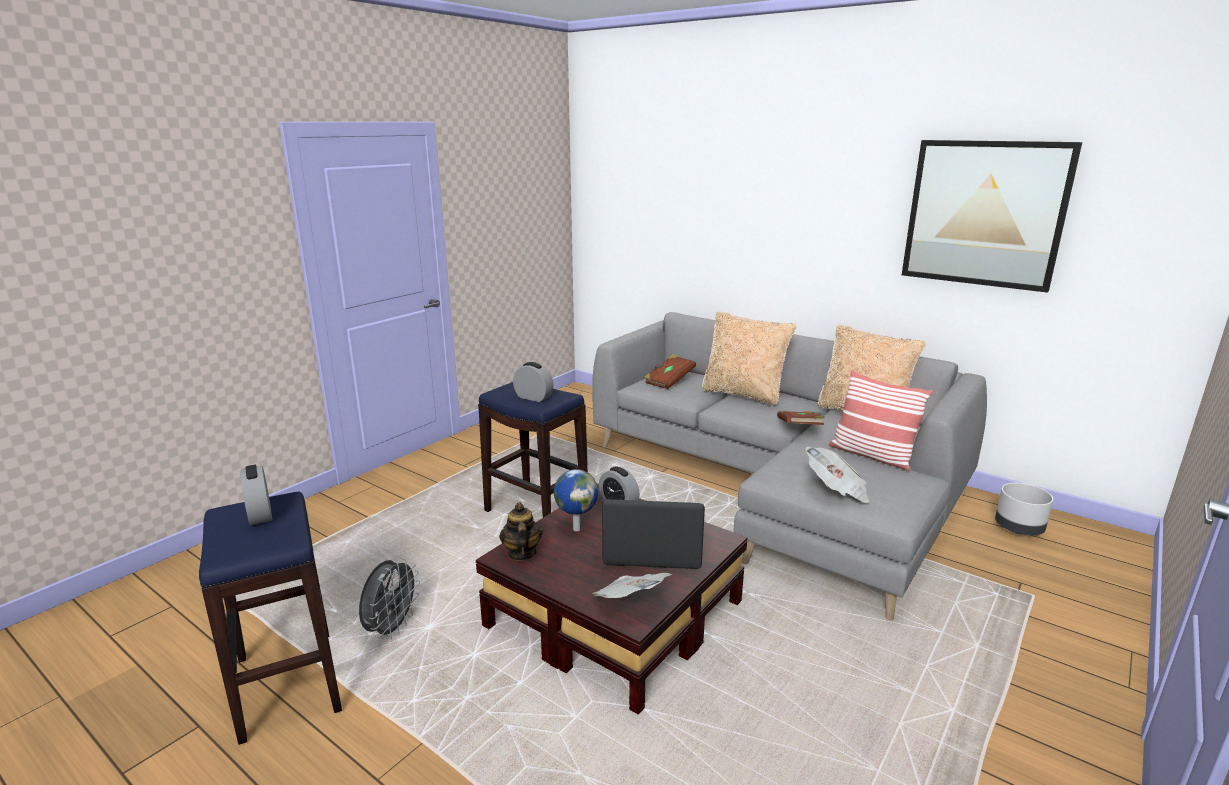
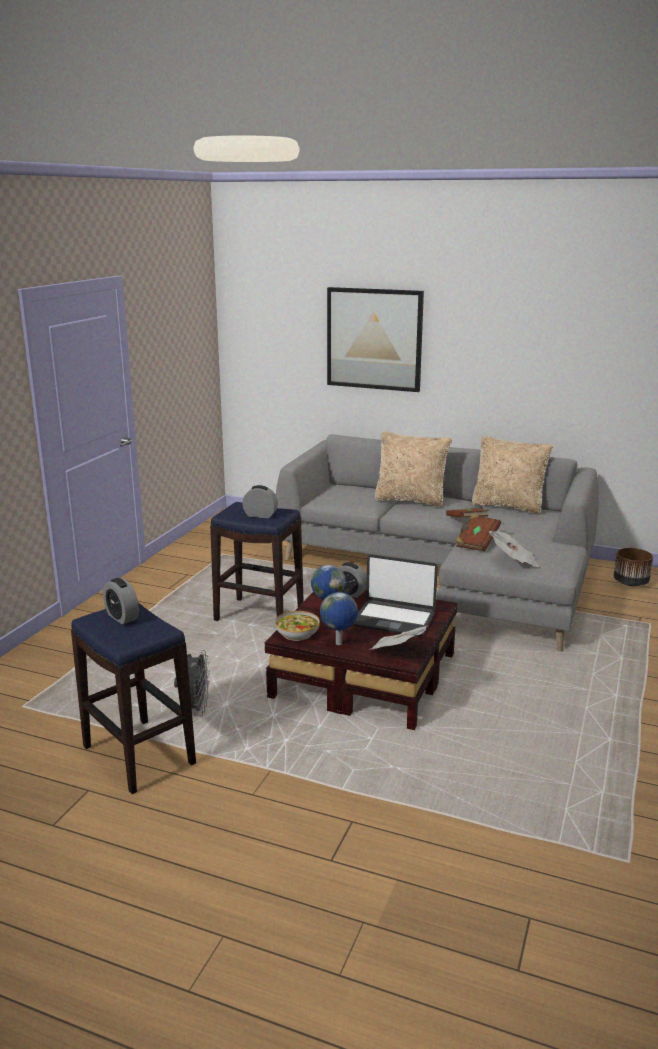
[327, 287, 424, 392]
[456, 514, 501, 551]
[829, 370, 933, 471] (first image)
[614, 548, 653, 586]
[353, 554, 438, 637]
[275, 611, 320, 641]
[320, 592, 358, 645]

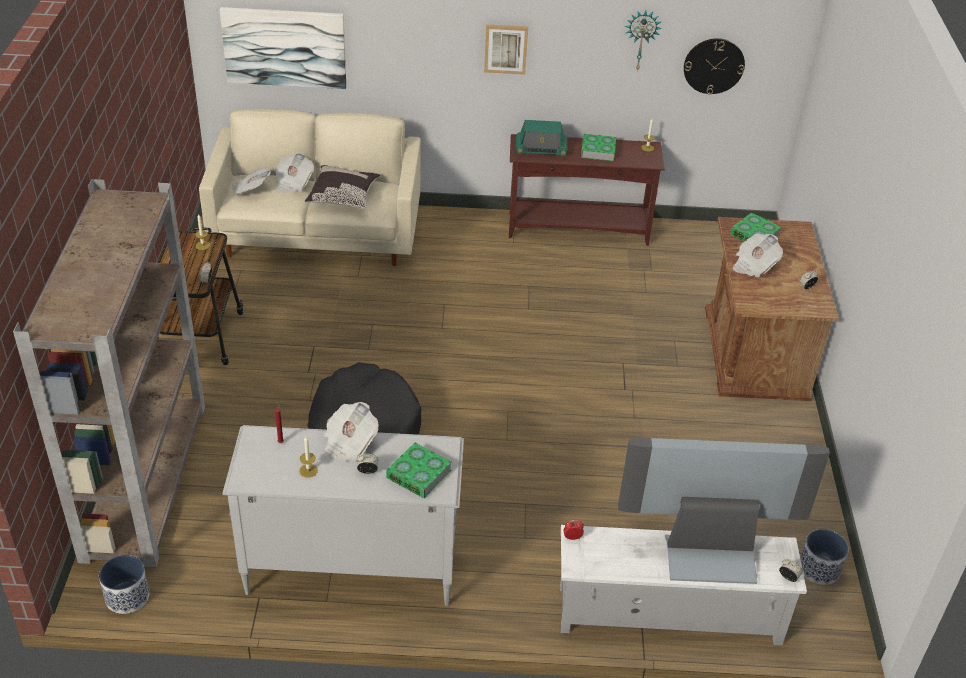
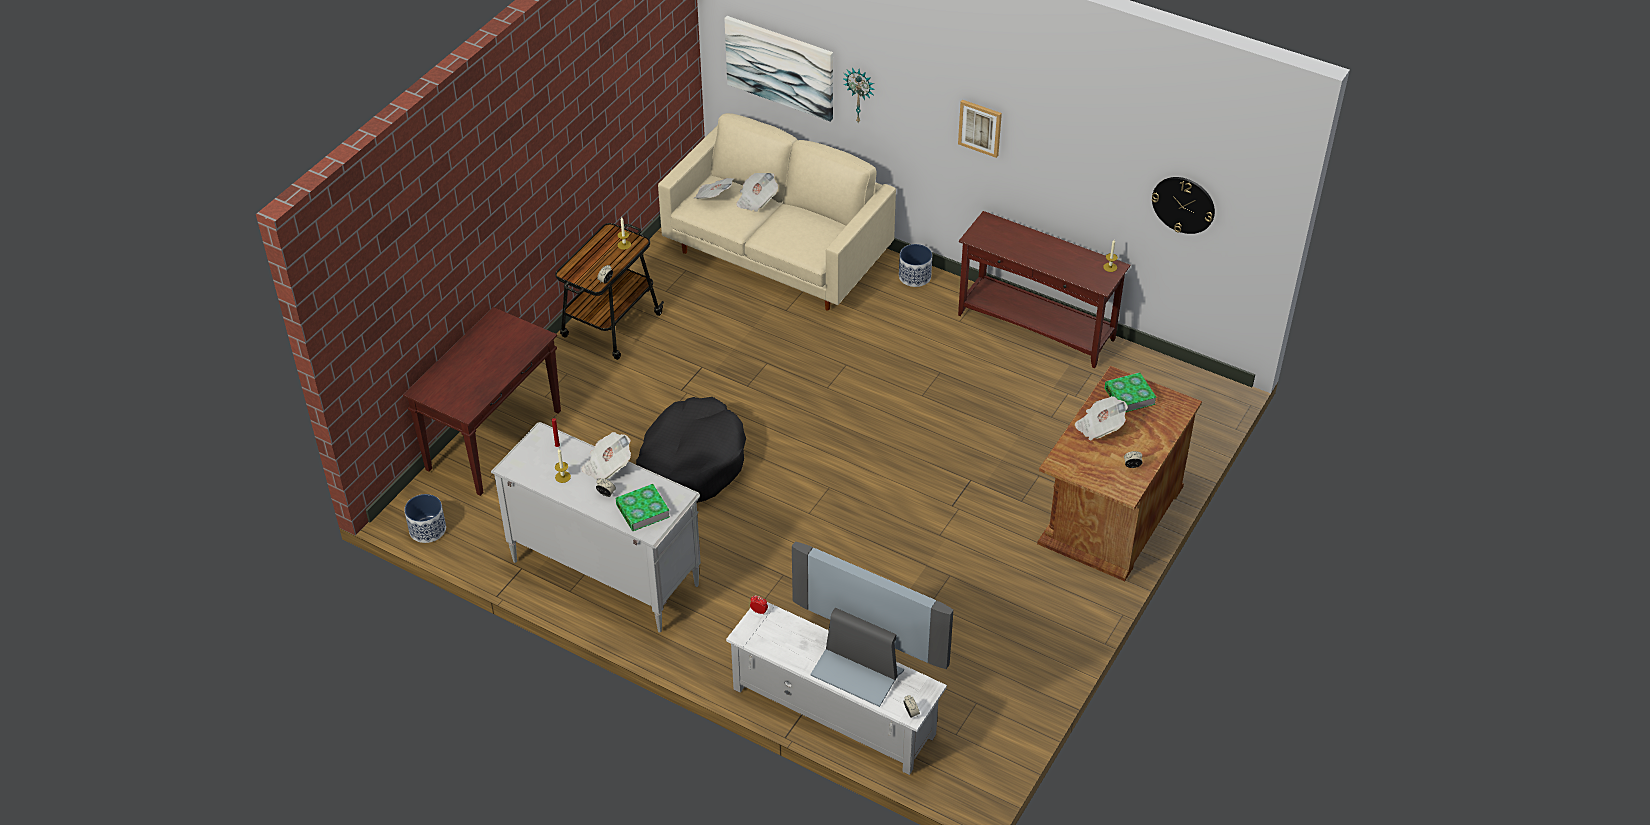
[842, 67, 875, 122]
[515, 120, 568, 157] (first image)
[581, 134, 616, 161] (first image)
[305, 165, 380, 209] (first image)
[403, 307, 561, 496]
[899, 244, 932, 287]

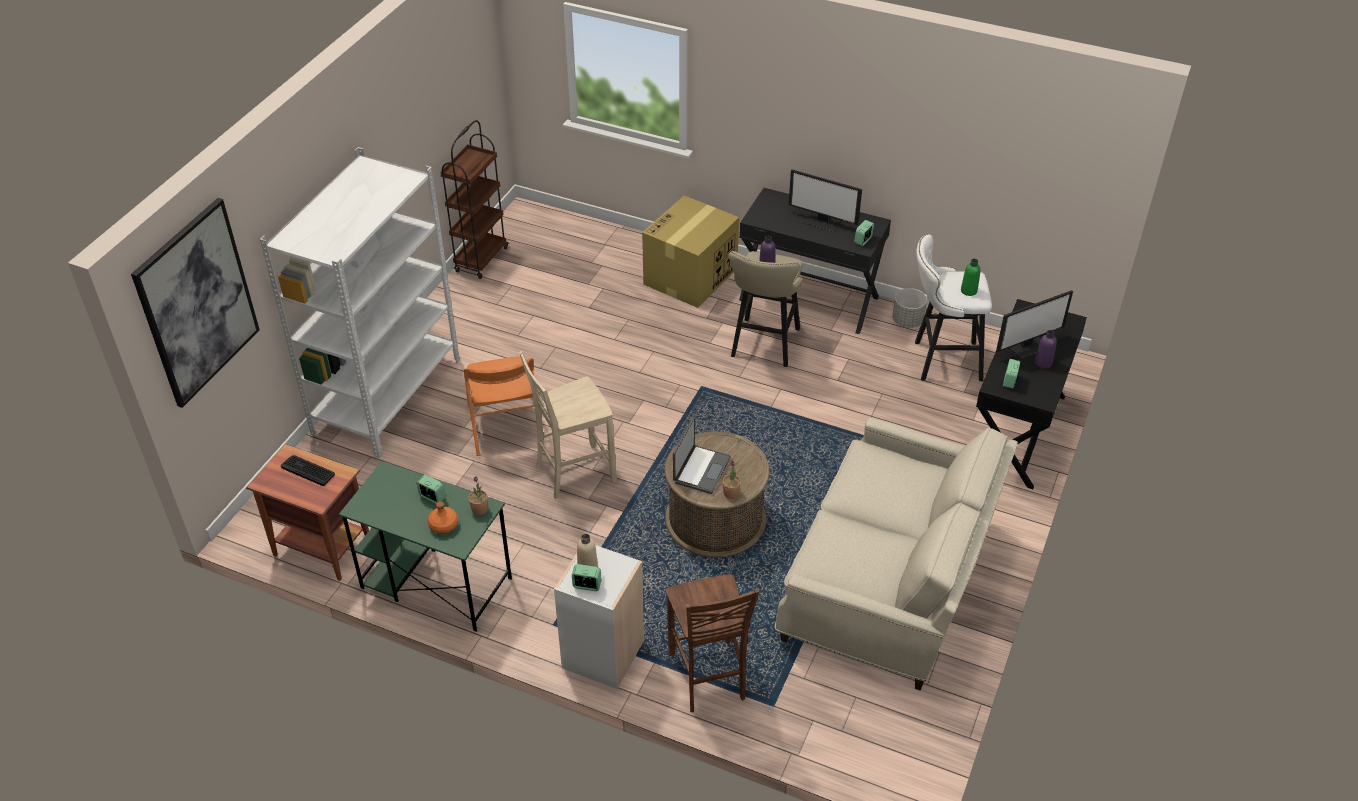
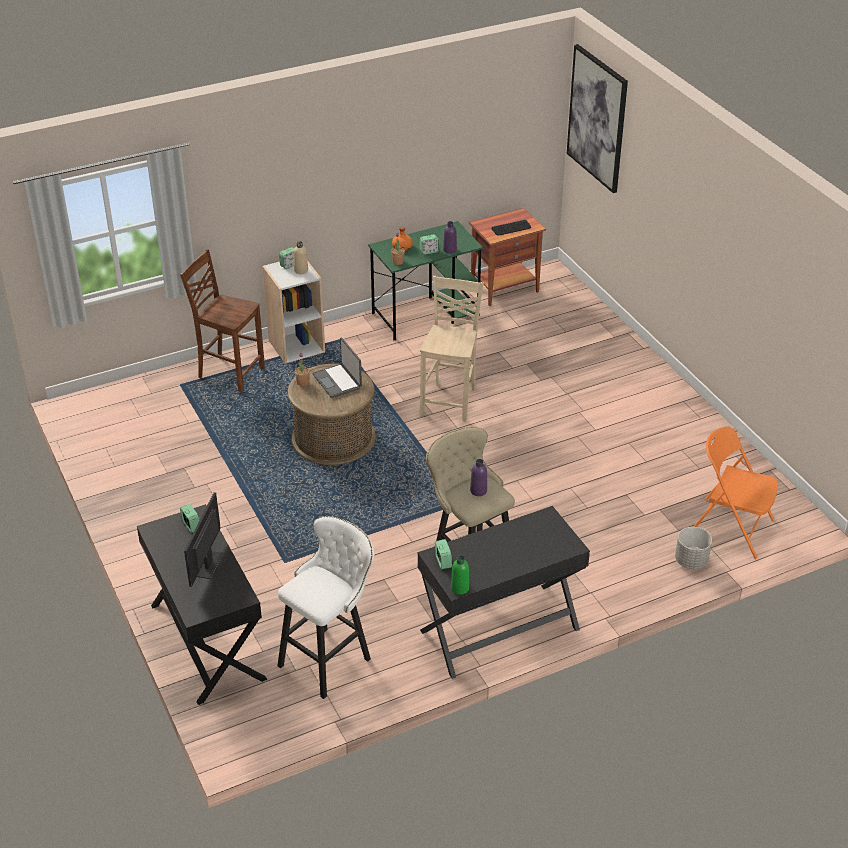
[440, 120, 509, 279] (first image)
[260, 147, 460, 458] (first image)
[789, 169, 862, 232] (first image)
[642, 195, 739, 308] (first image)
[451, 555, 469, 595]
[675, 527, 712, 569]
[443, 221, 457, 253]
[693, 427, 778, 559]
[775, 418, 1018, 690] (first image)

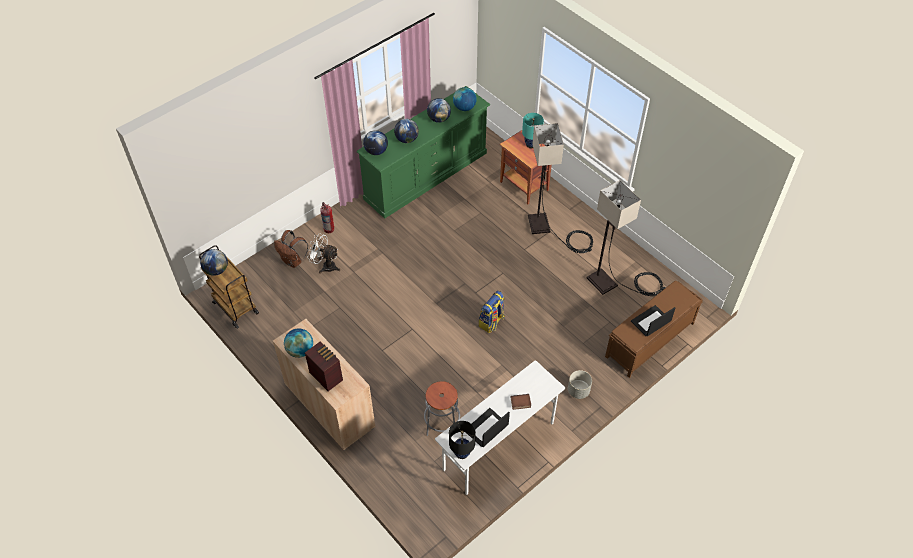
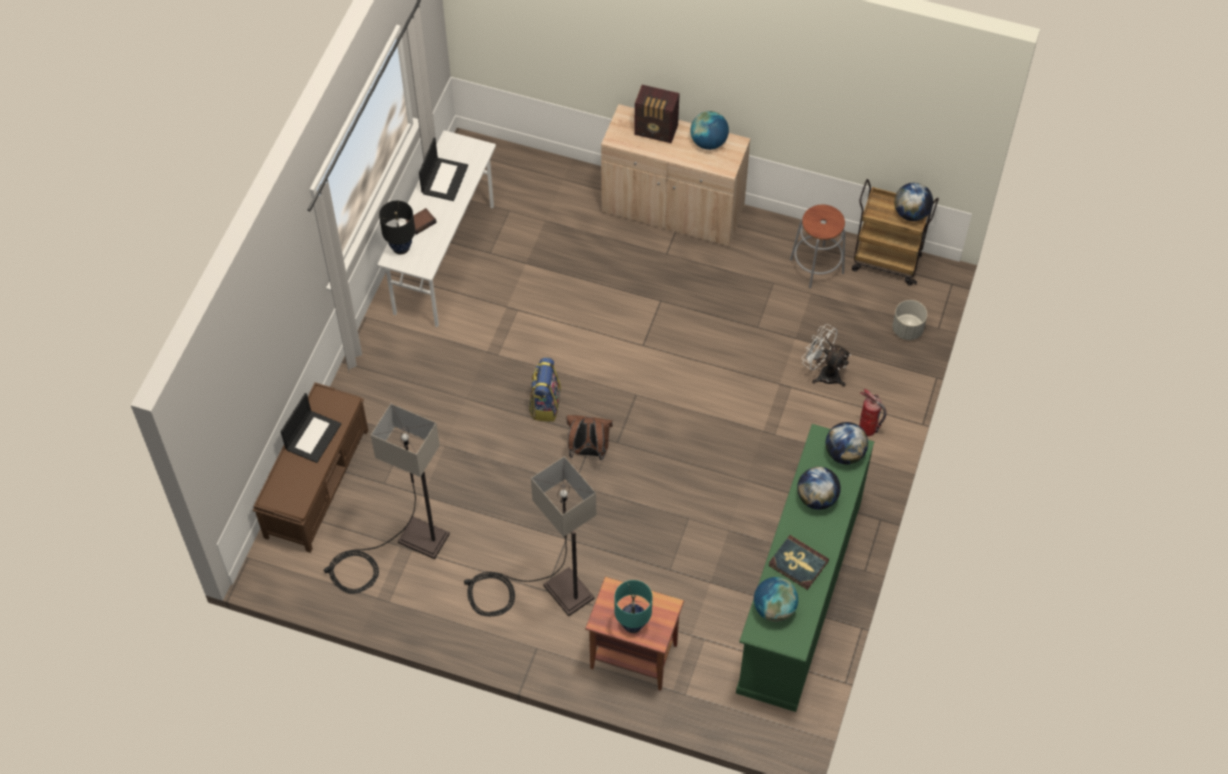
[768, 535, 829, 590]
[566, 415, 613, 460]
[802, 324, 851, 387]
[892, 300, 927, 340]
[790, 205, 845, 288]
[379, 201, 415, 255]

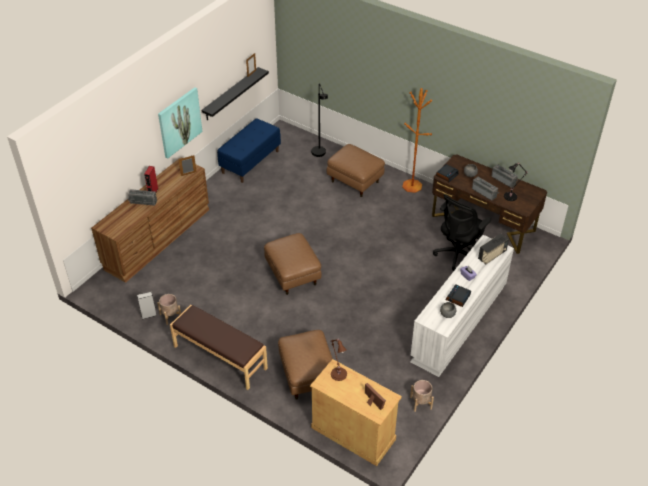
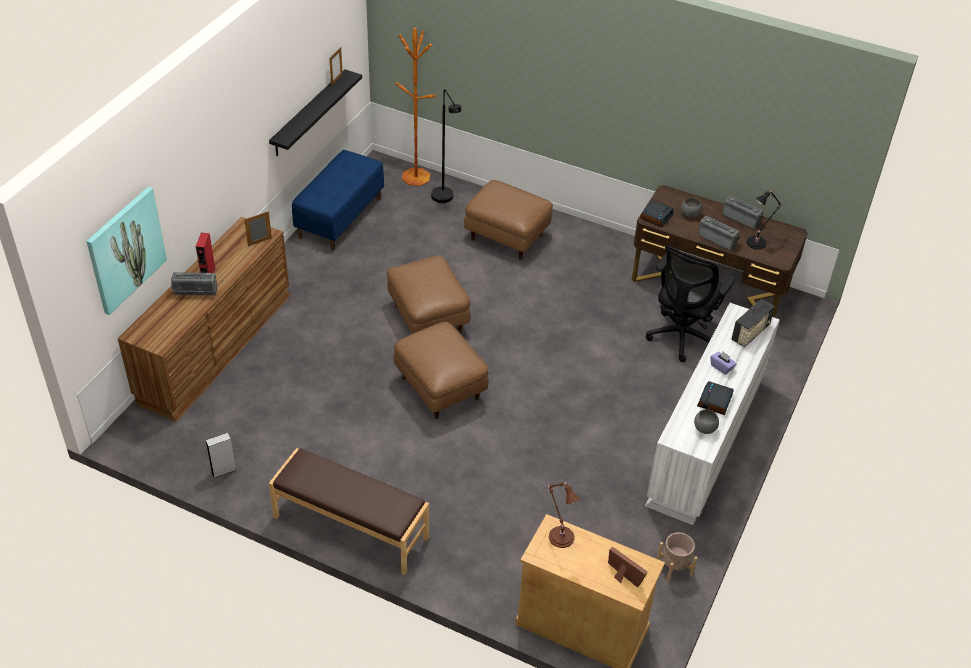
[86, 187, 167, 315]
[395, 27, 436, 186]
[158, 294, 181, 325] (first image)
[387, 256, 470, 334]

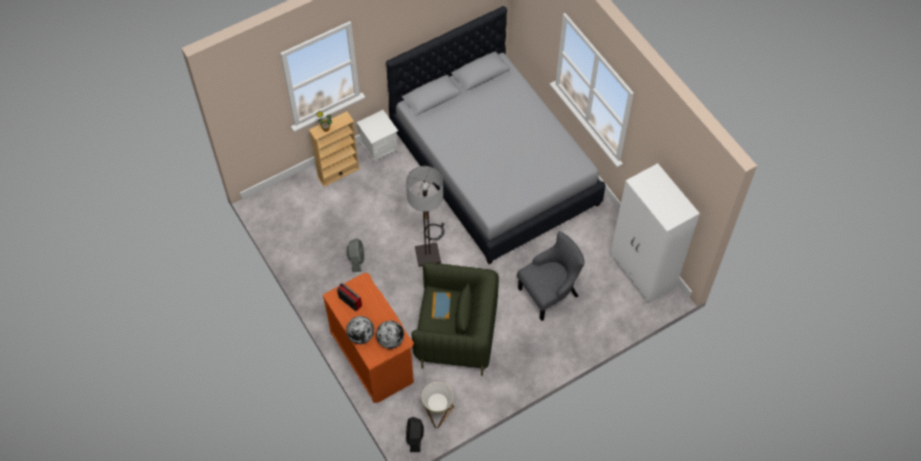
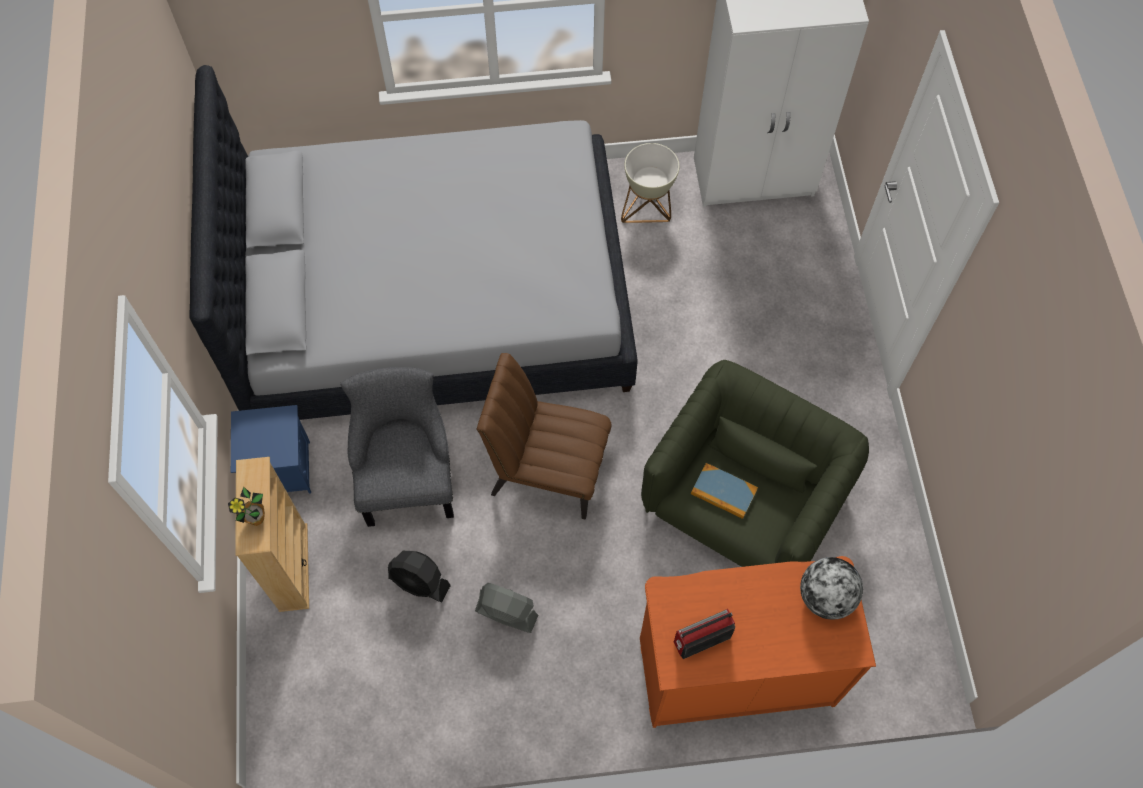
[231, 405, 311, 494]
[476, 353, 611, 520]
[340, 367, 454, 527]
[346, 316, 374, 344] (first image)
[621, 143, 679, 223]
[388, 551, 451, 602]

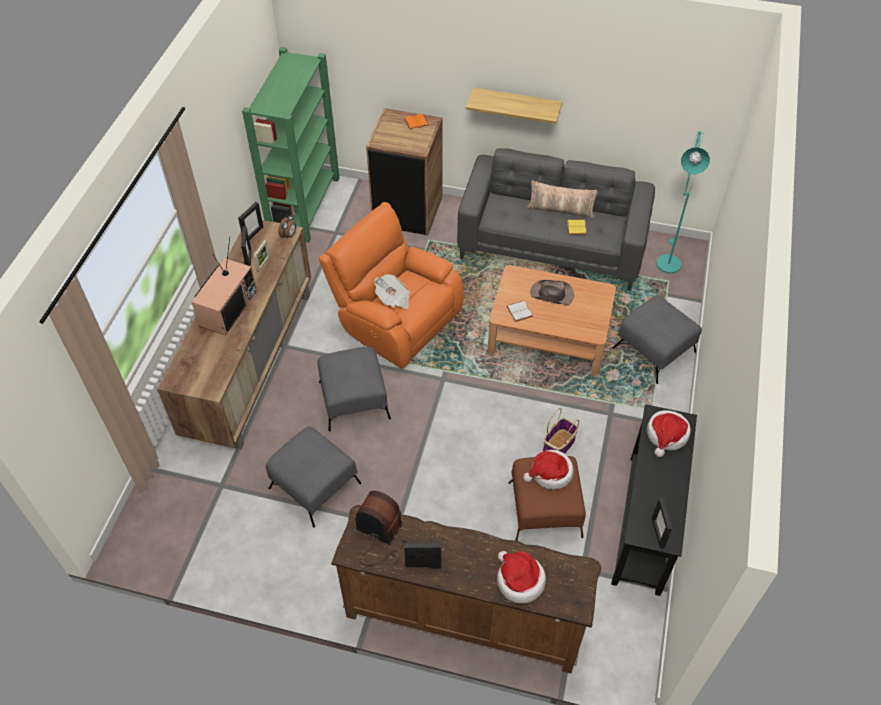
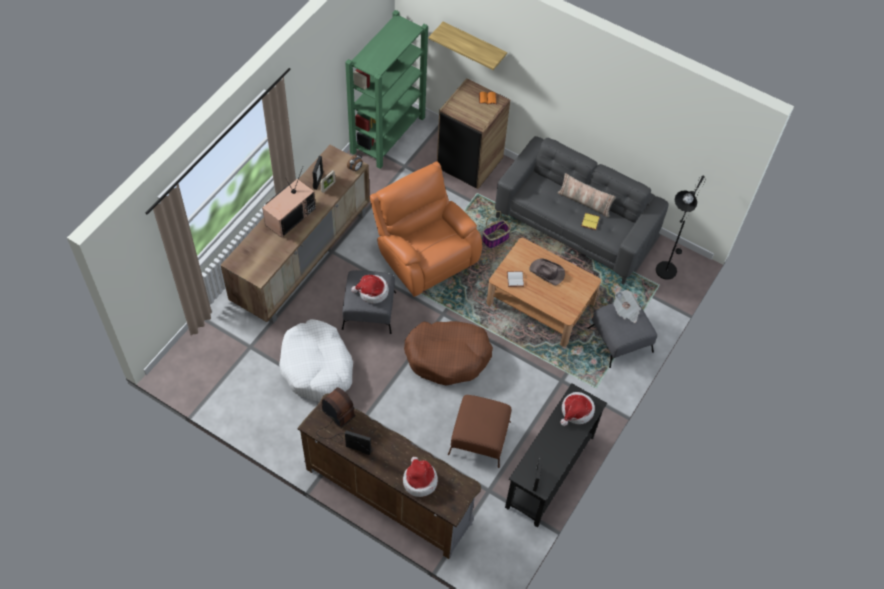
[429, 22, 507, 70]
[656, 175, 705, 280]
[238, 202, 263, 240] (first image)
[614, 290, 641, 323]
[482, 211, 511, 248]
[279, 319, 353, 402]
[351, 275, 389, 304]
[404, 321, 493, 385]

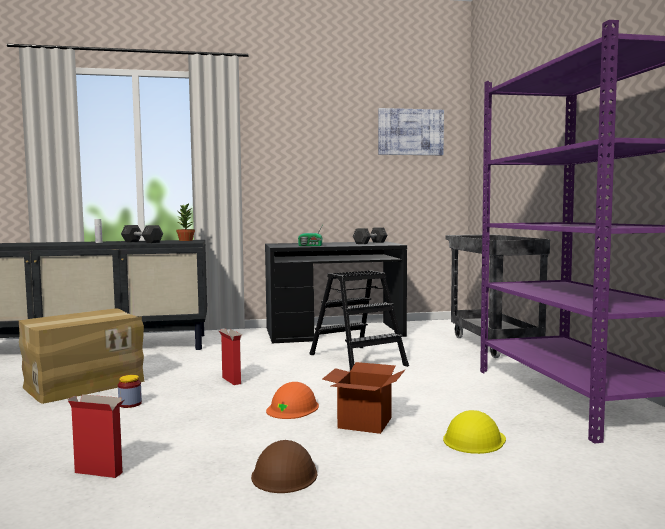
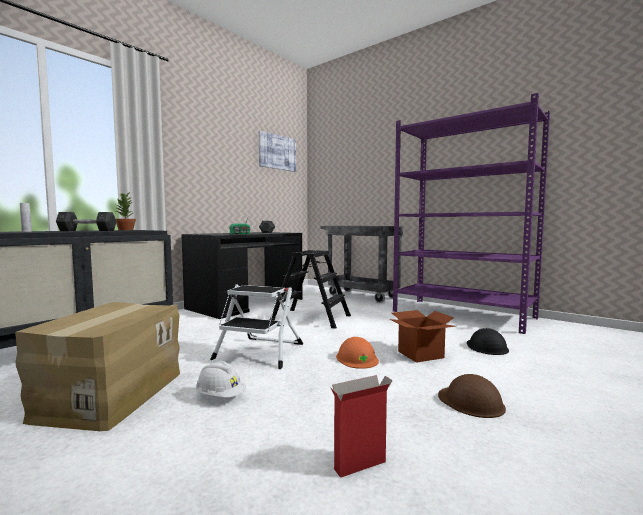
[210, 284, 303, 369]
[196, 361, 246, 398]
[467, 328, 509, 355]

